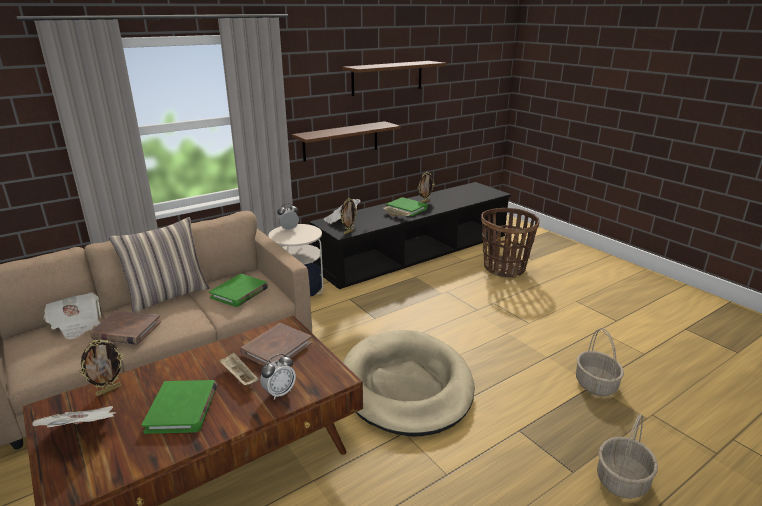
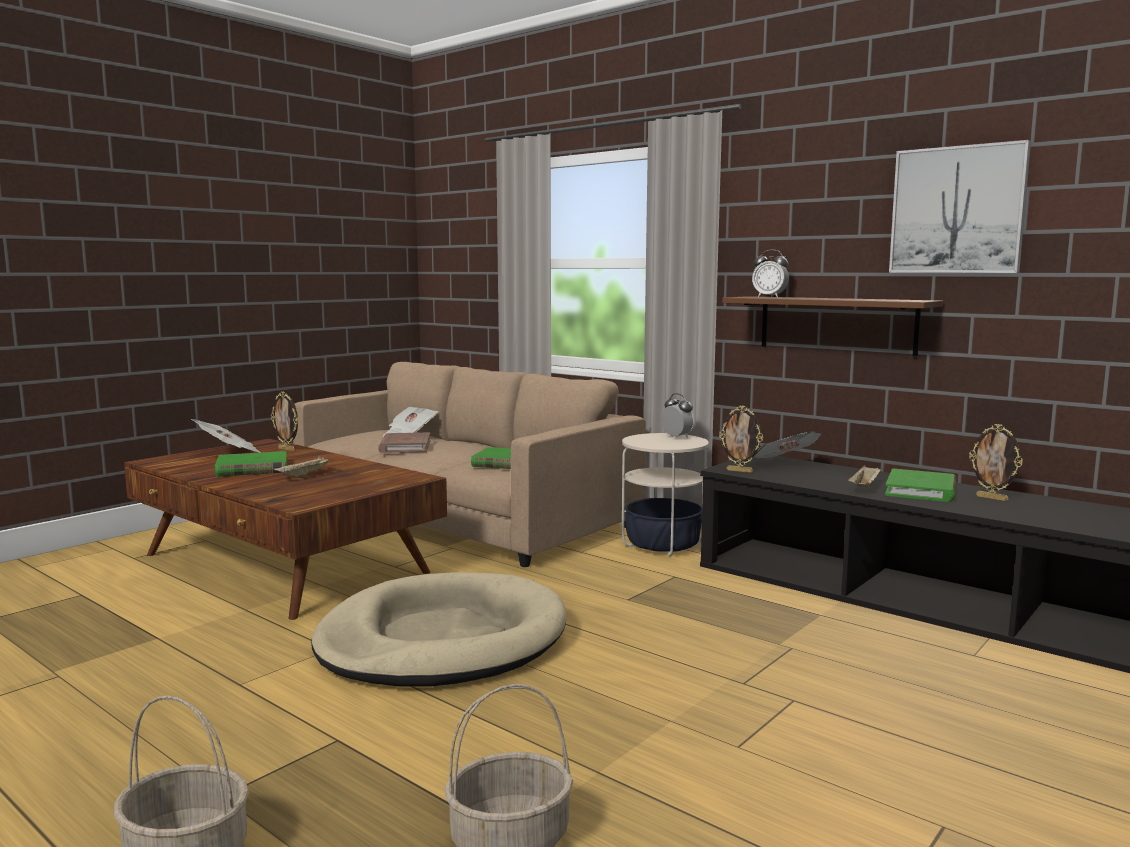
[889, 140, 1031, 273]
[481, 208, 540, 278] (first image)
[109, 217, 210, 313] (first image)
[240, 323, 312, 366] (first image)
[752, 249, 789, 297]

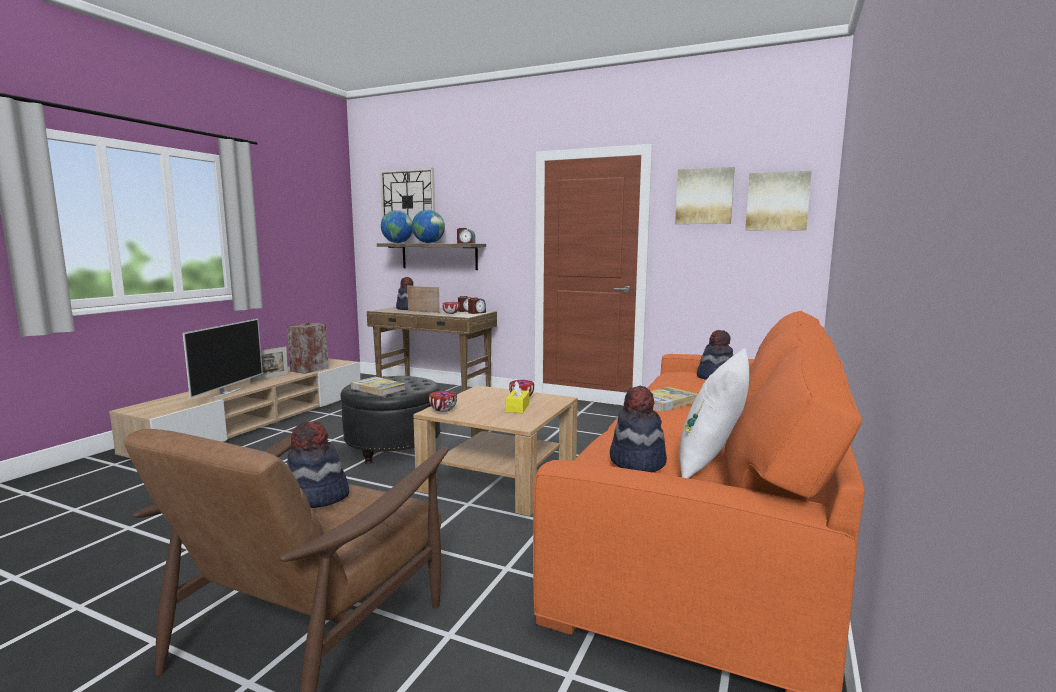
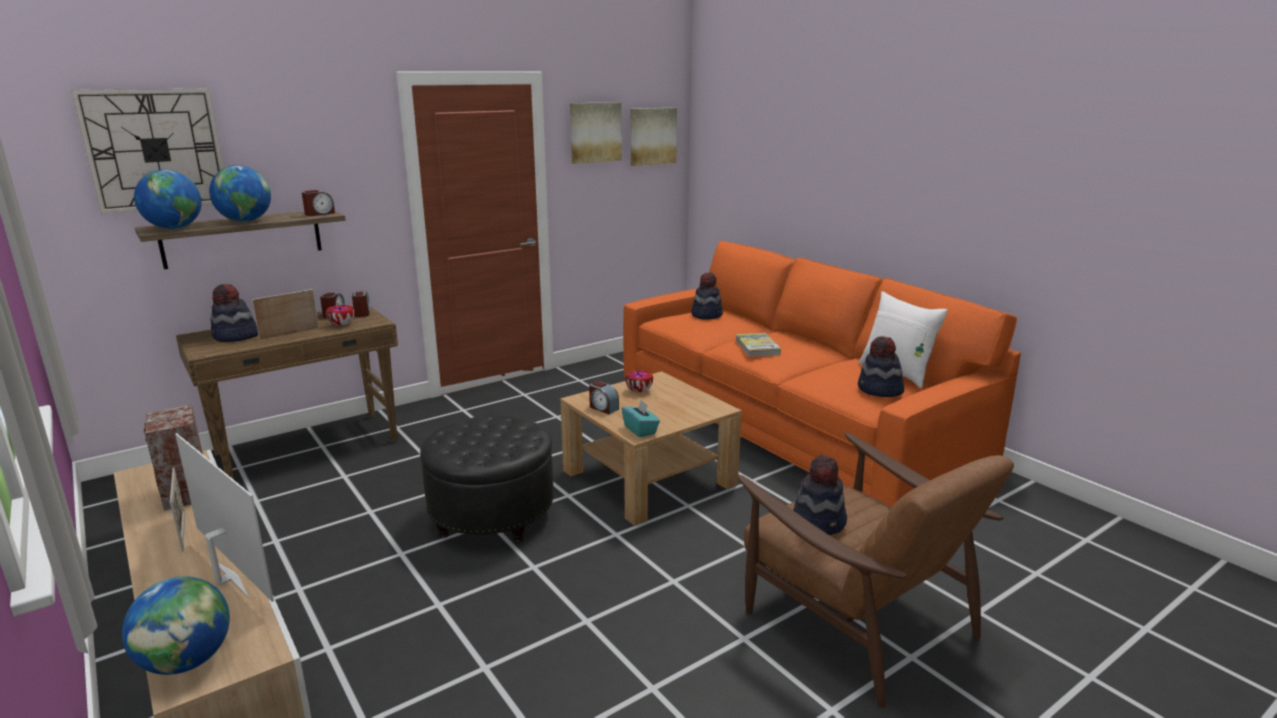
[351, 377, 406, 396] (first image)
[506, 381, 529, 413] (first image)
[622, 400, 660, 437]
[589, 381, 619, 414]
[122, 576, 230, 675]

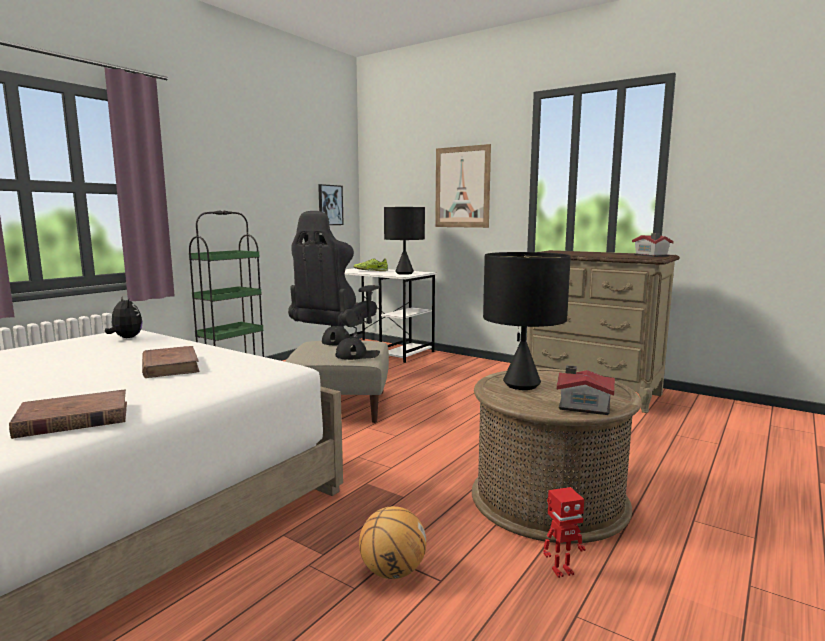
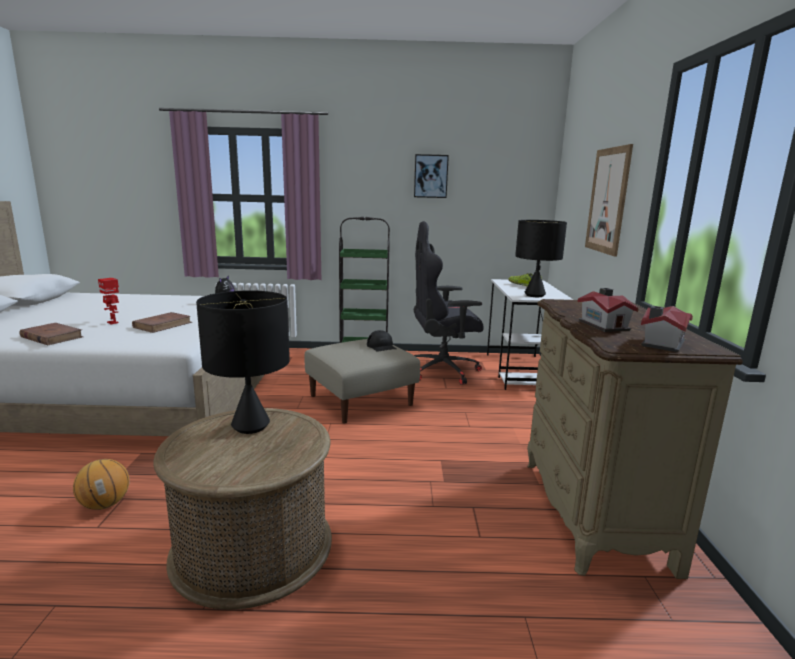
[414, 154, 449, 198]
[335, 338, 380, 360] (first image)
[577, 288, 639, 332]
[98, 278, 119, 324]

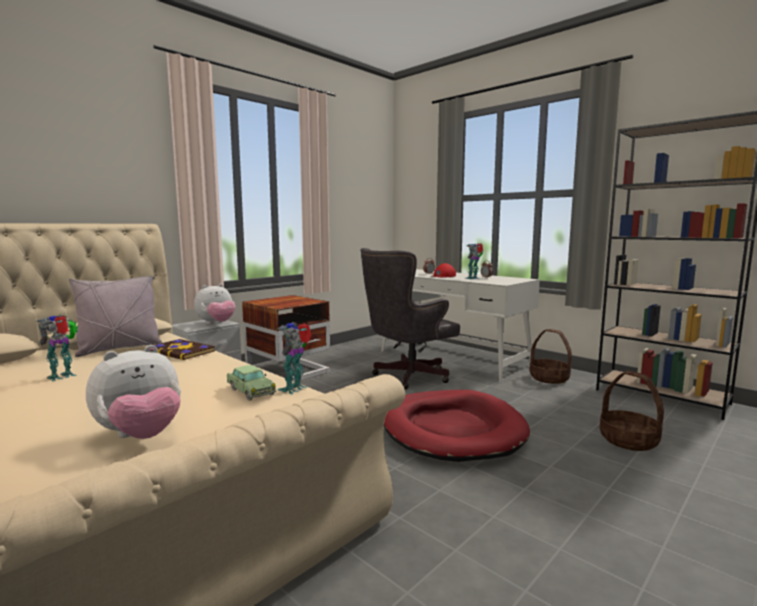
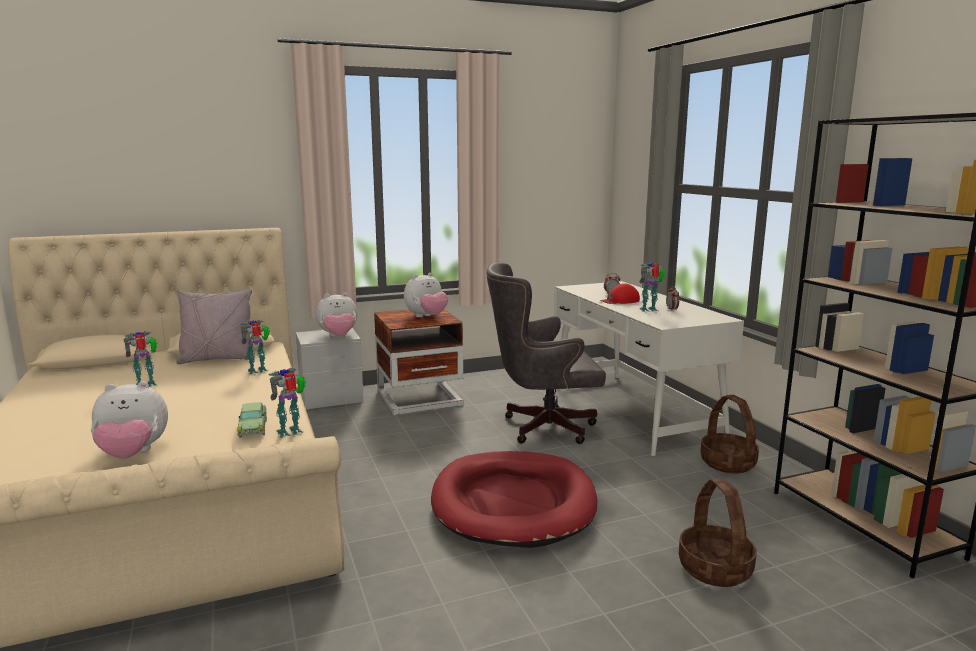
[240, 320, 270, 374]
[404, 273, 448, 317]

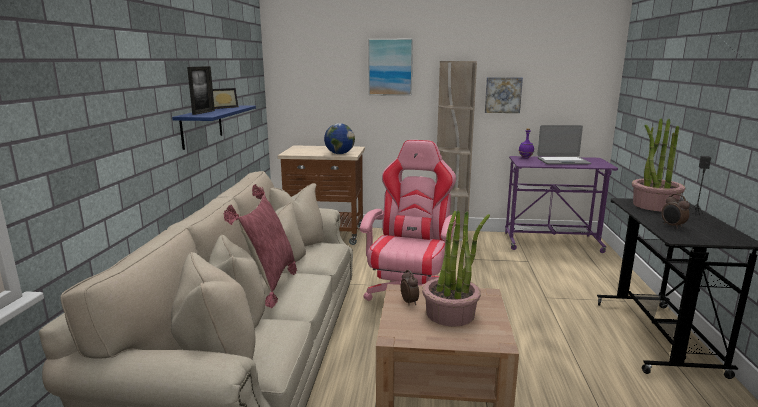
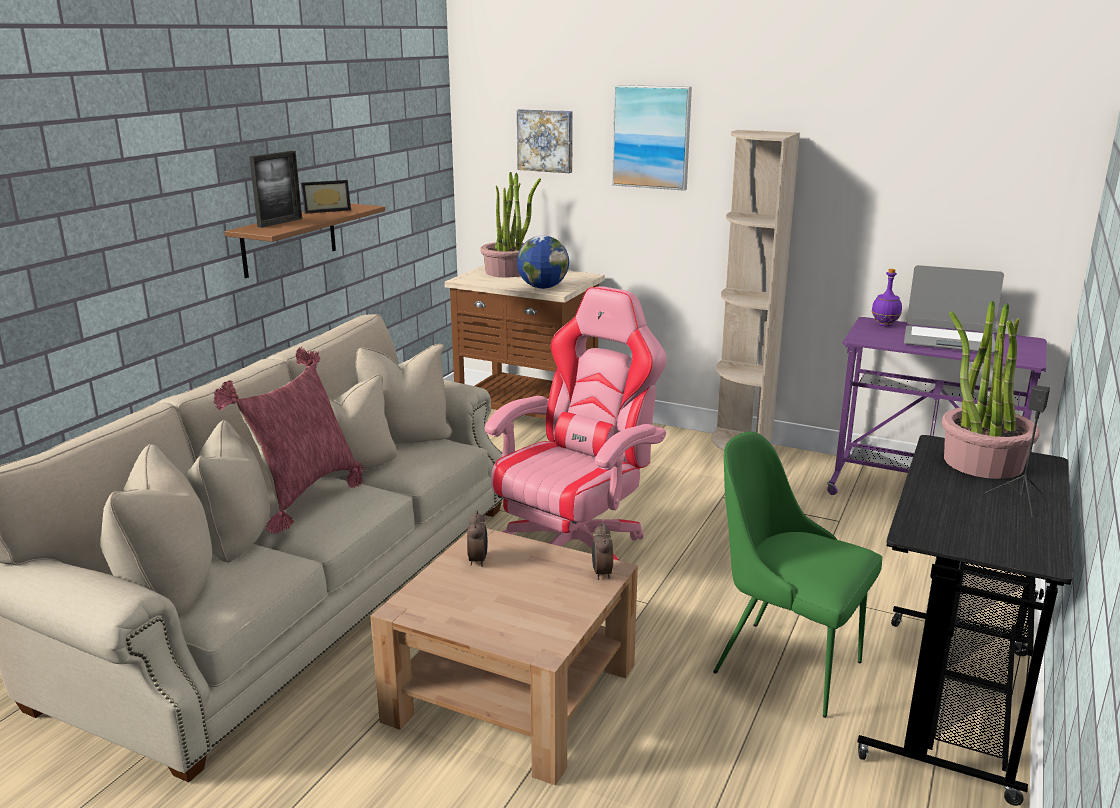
[517, 109, 573, 173]
[225, 203, 385, 278]
[592, 522, 613, 580]
[480, 172, 541, 278]
[713, 432, 883, 718]

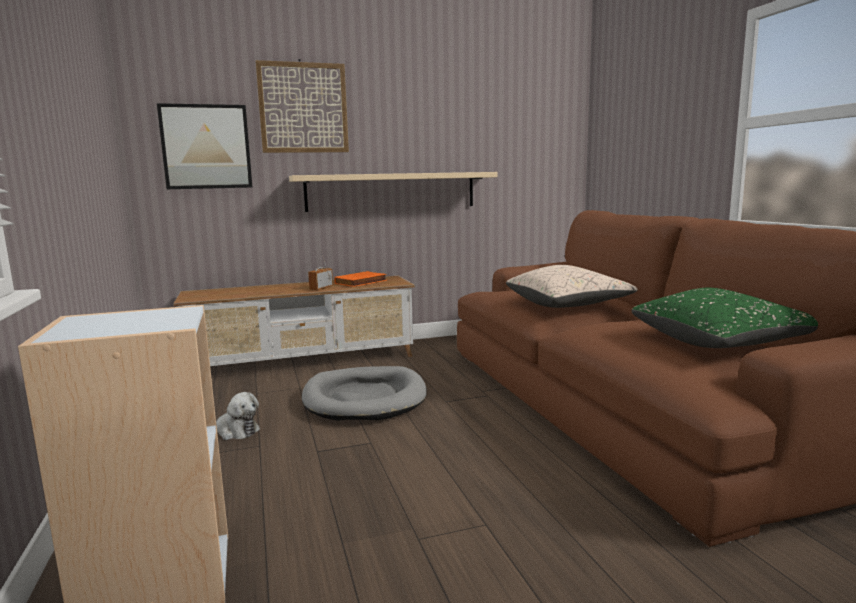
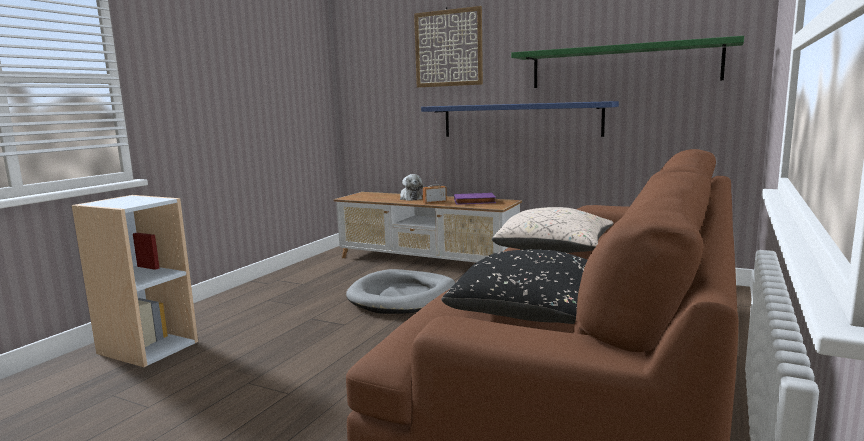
[157, 103, 252, 189] (first image)
[421, 101, 619, 137]
[454, 193, 496, 205]
[441, 249, 587, 324]
[400, 174, 424, 201]
[511, 36, 744, 88]

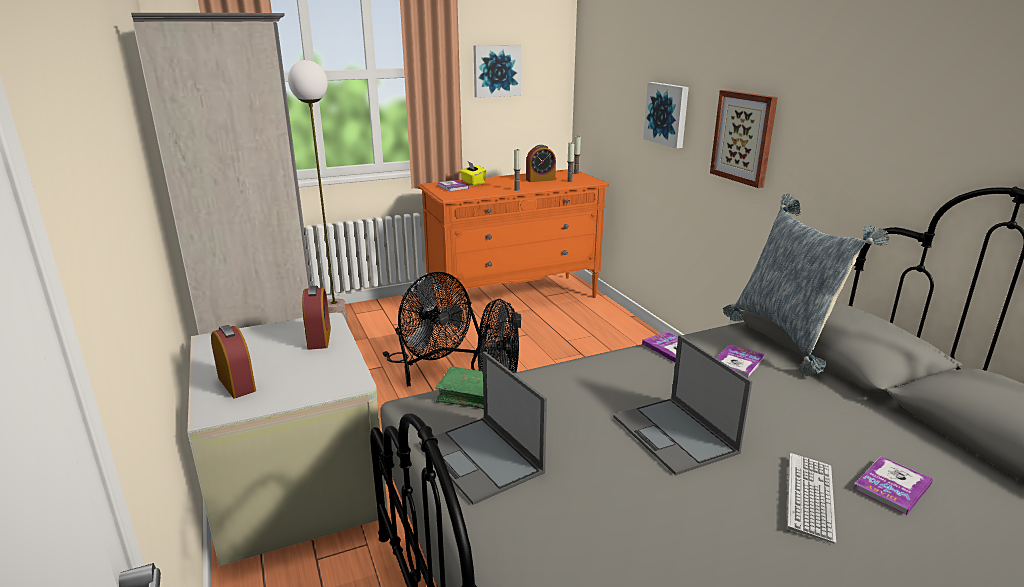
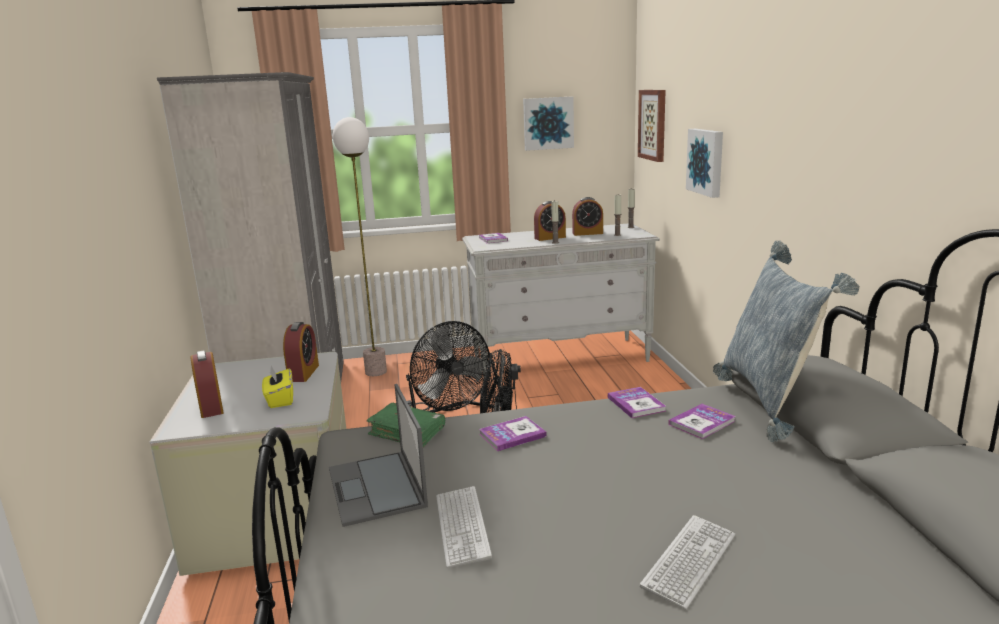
[638, 90, 666, 162]
[262, 366, 293, 408]
[462, 224, 660, 375]
[613, 335, 753, 475] (first image)
[479, 416, 547, 451]
[534, 201, 566, 241]
[436, 486, 492, 568]

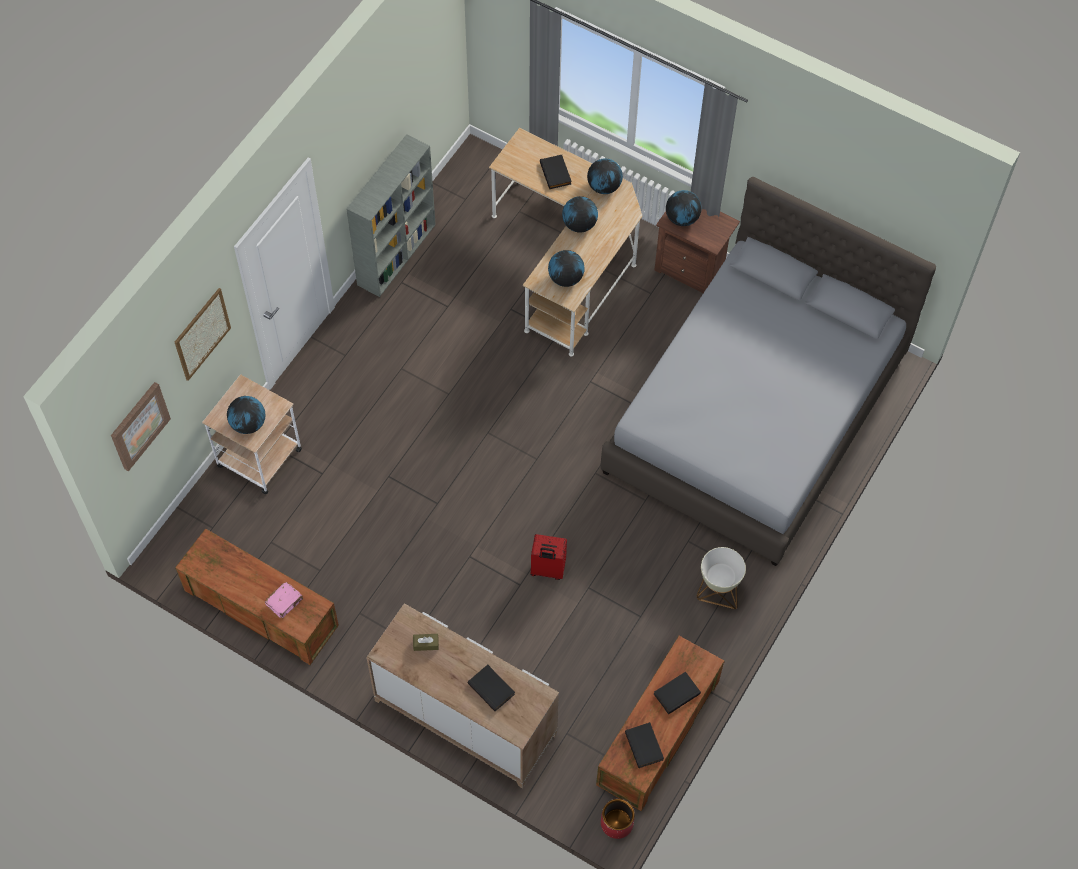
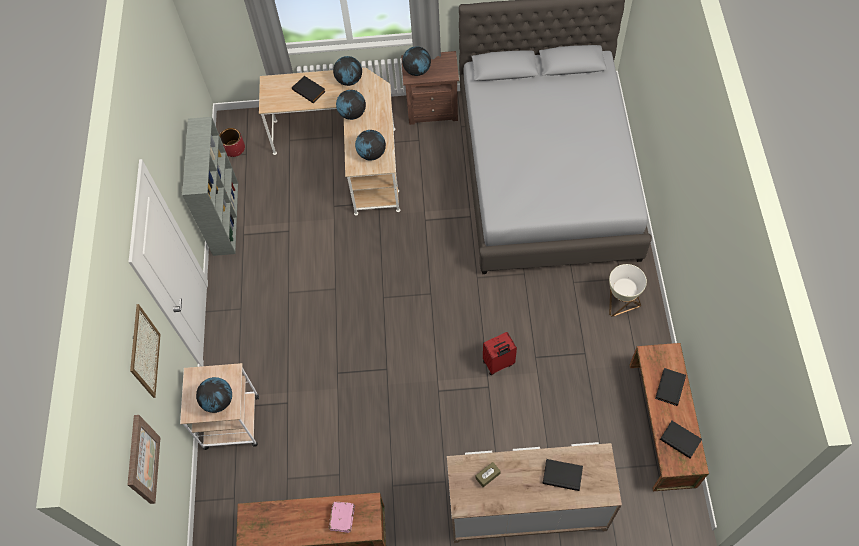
[219, 128, 245, 157]

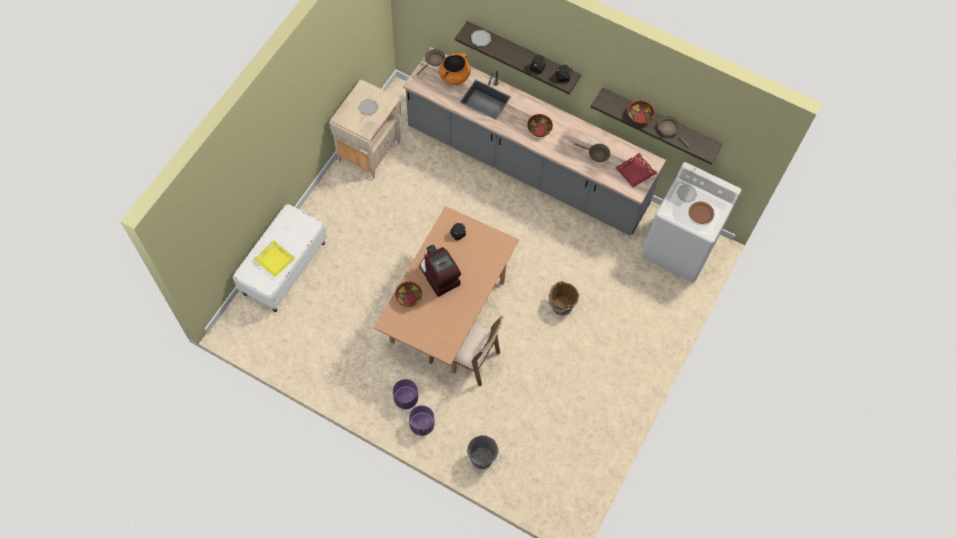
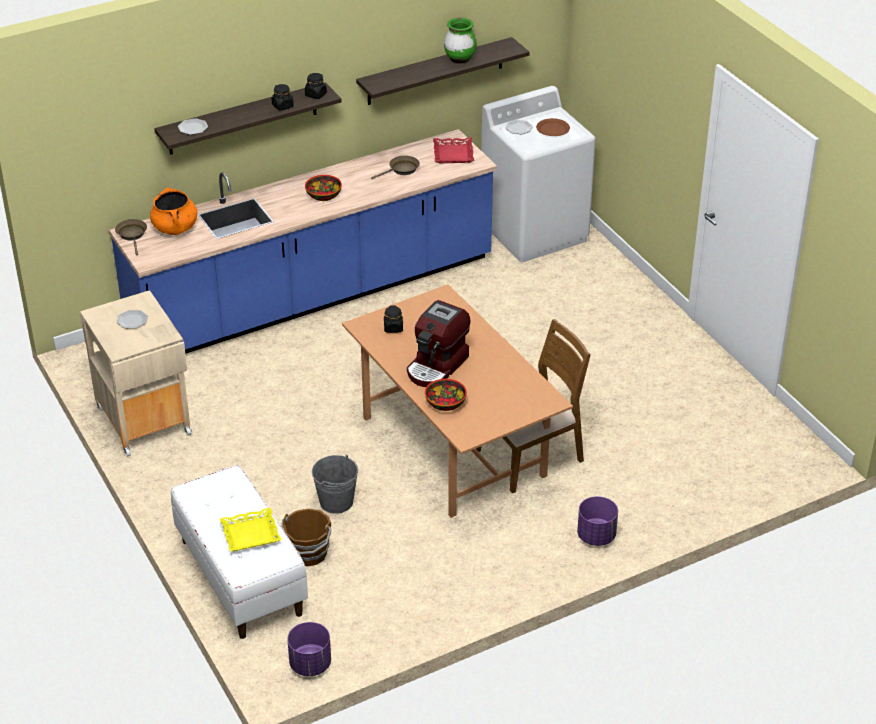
[109, 129, 497, 354]
[627, 100, 655, 124] (first image)
[444, 17, 477, 64]
[407, 300, 470, 387]
[281, 509, 331, 566]
[287, 622, 331, 676]
[312, 455, 358, 514]

